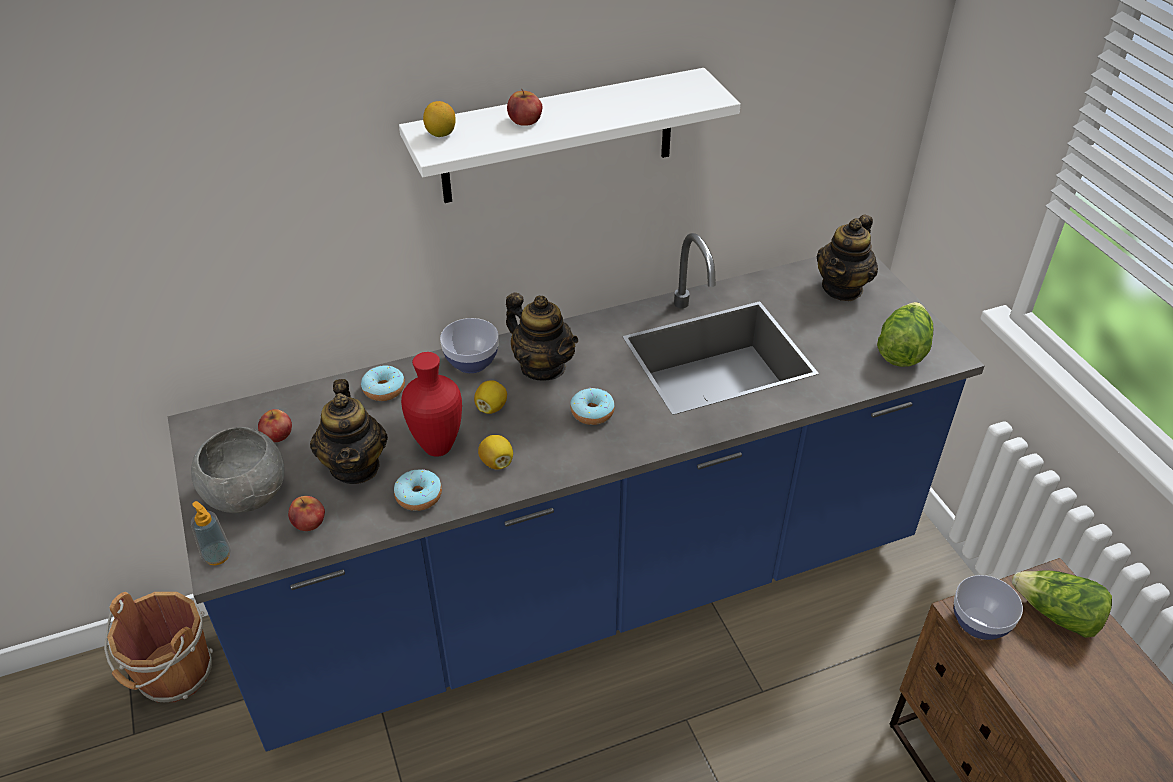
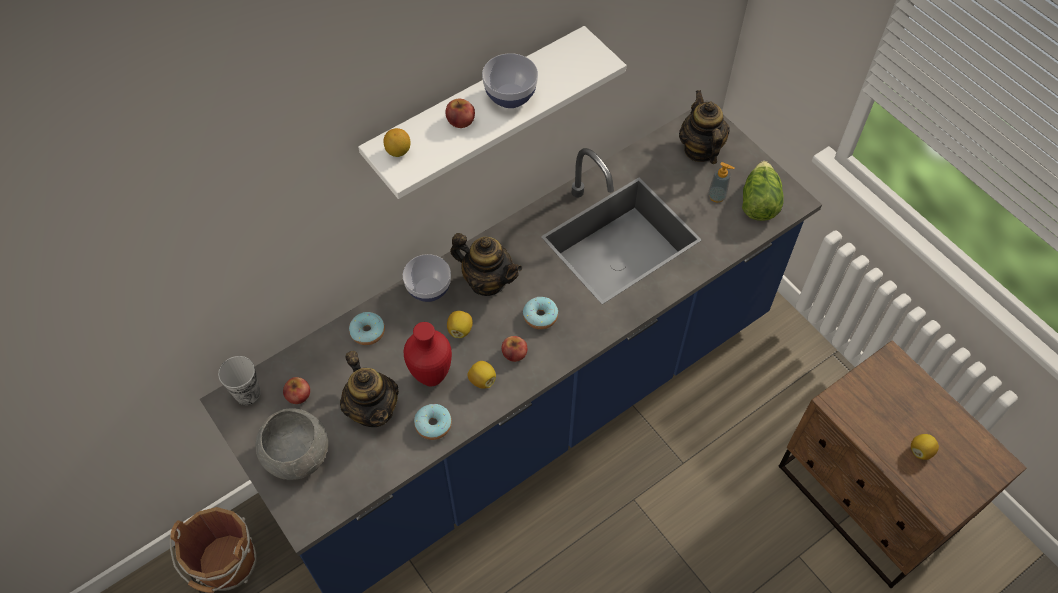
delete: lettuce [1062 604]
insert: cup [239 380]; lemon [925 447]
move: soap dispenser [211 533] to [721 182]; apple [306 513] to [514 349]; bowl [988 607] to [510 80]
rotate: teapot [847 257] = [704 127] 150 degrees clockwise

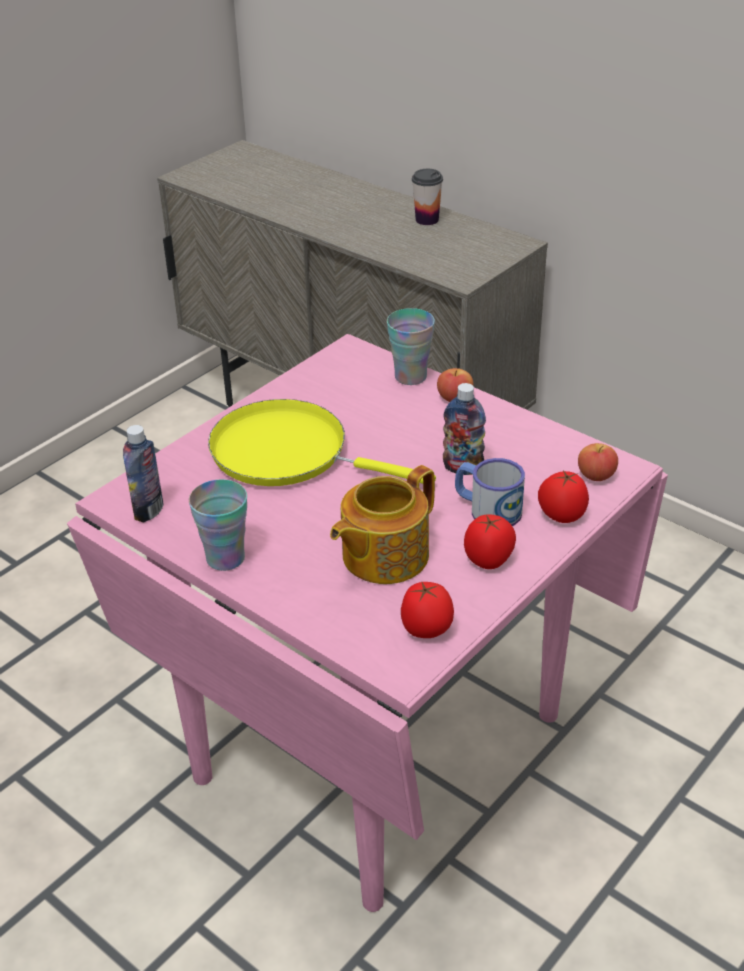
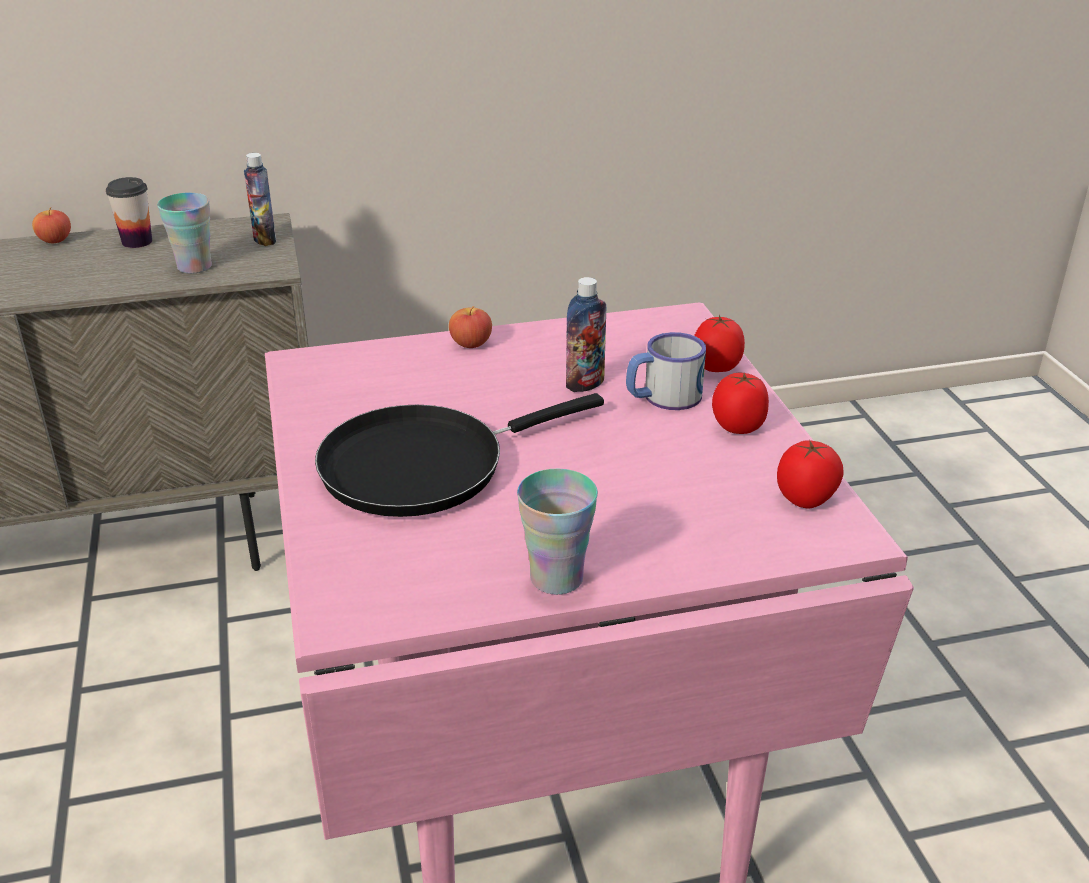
delete: teapot [382 524]
move: bottle [143 474] to [260 199]; cup [411 346] to [184 233]; apple [598 462] to [51 225]
recolor: frying pan (yellow) [322 442] to frying pan (black) [459 455]

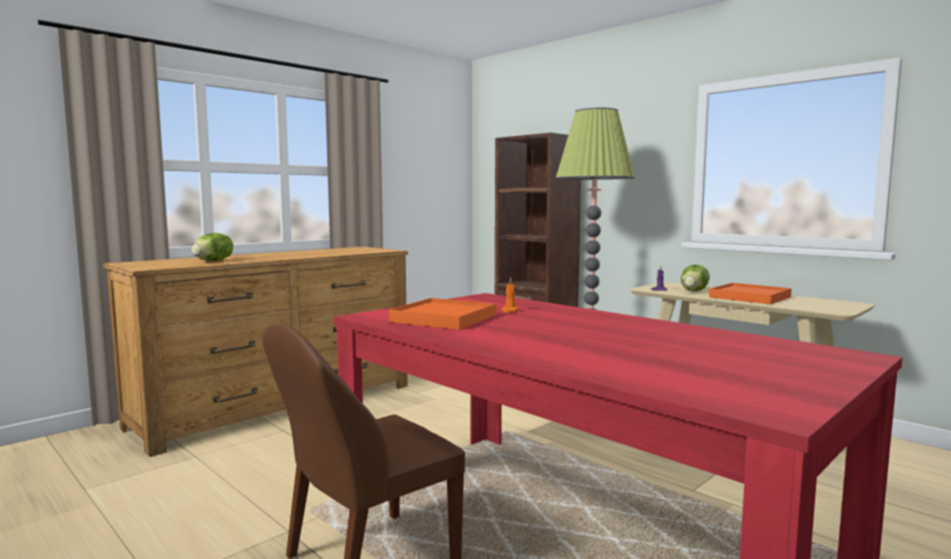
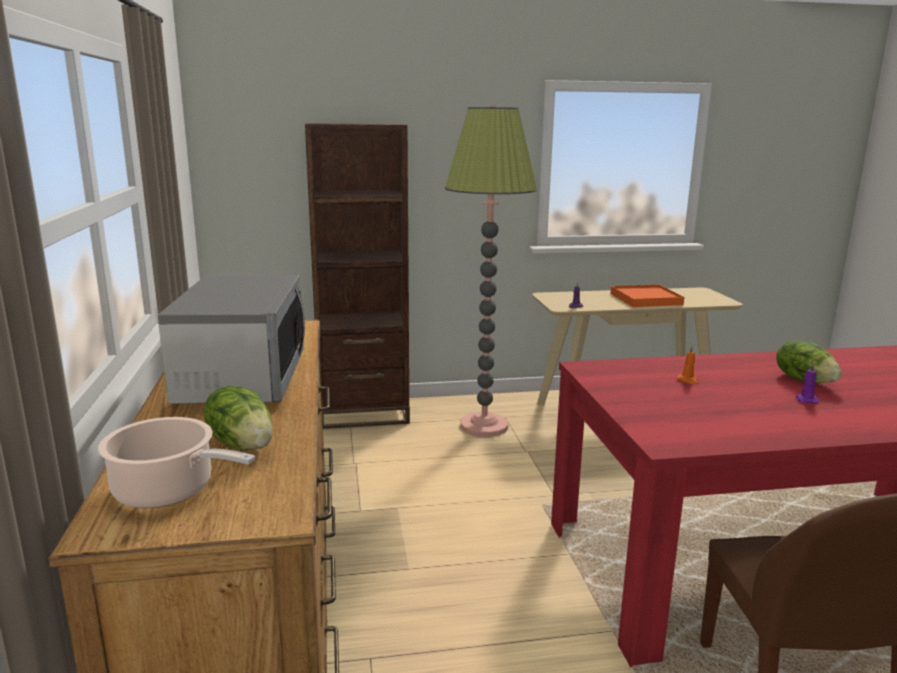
delete: tray (orange) [442 314]
insert: cooking pot [177 462]; microwave [231 339]; candle (purple) [808 383]
move: lettuce [695 277] to [809 362]

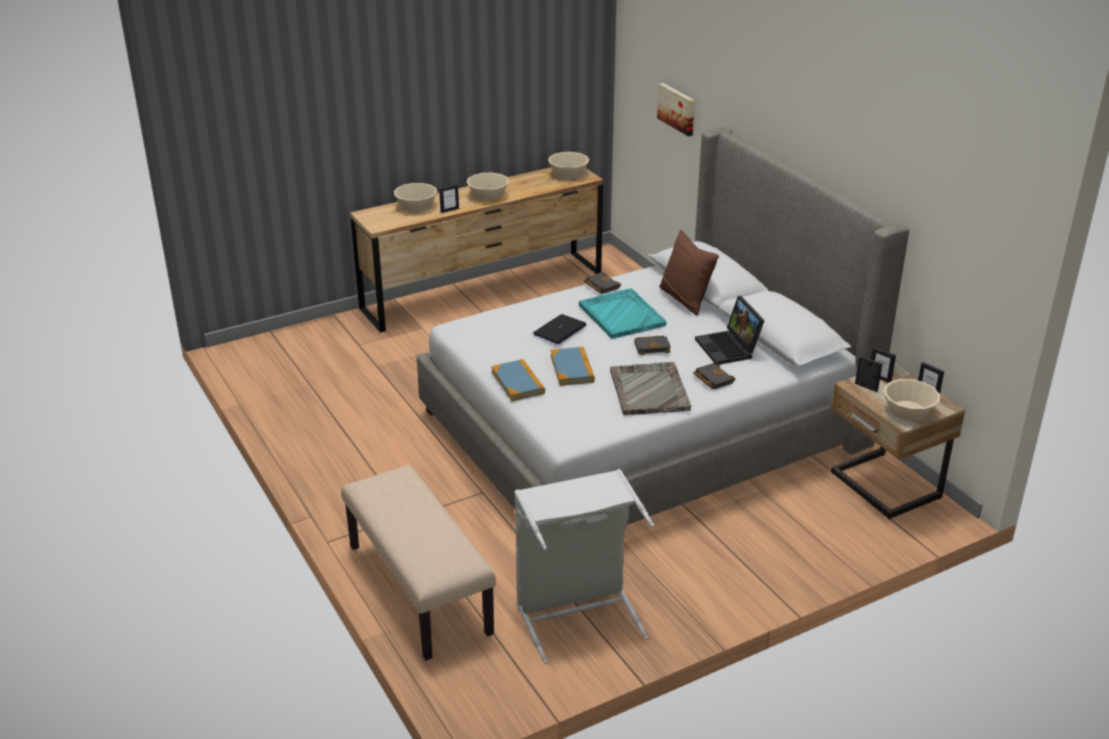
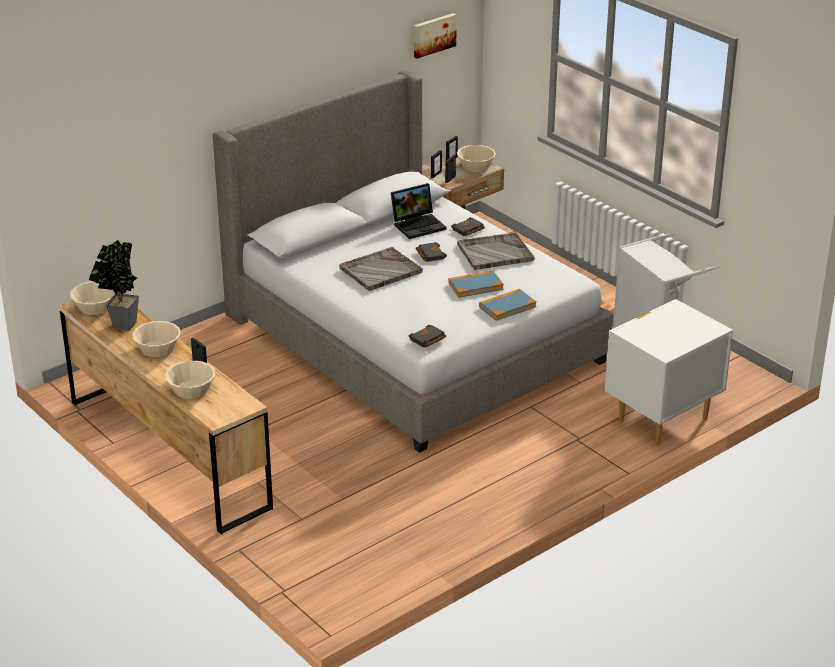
delete: laptop [559 329]; pillow (brown) [689 273]
insert: potted plant [113 285]
move: book (black) [602 283] to [427 336]; picture [676 109] to [435 36]
replace: bench (beige) [418 563] to nightstand (white) [669 372]
recolor: tray (turquoise) [623 313] to tray (grey) [381 269]

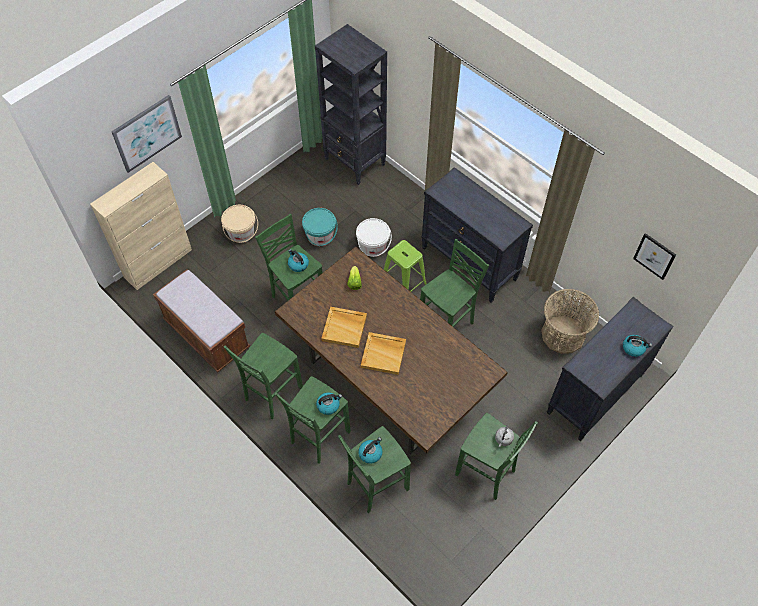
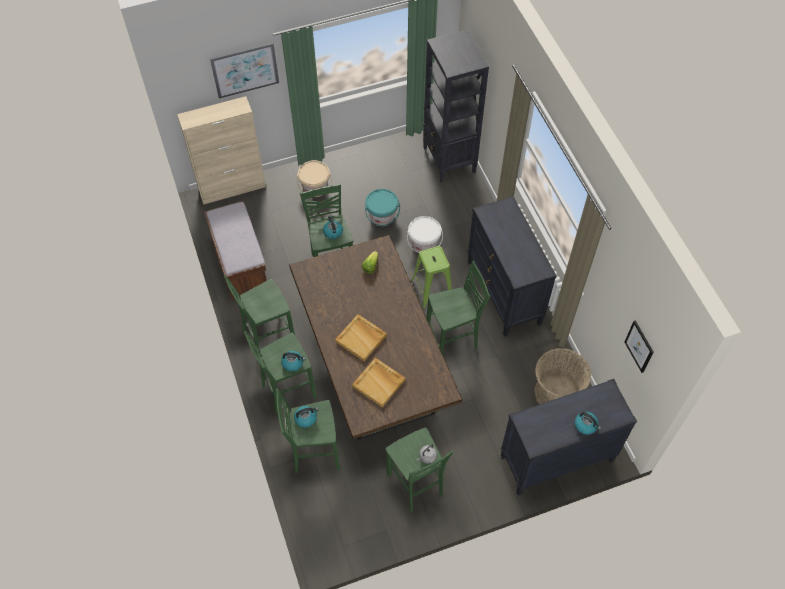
move: tray (beige) [344 327] to [378 383]

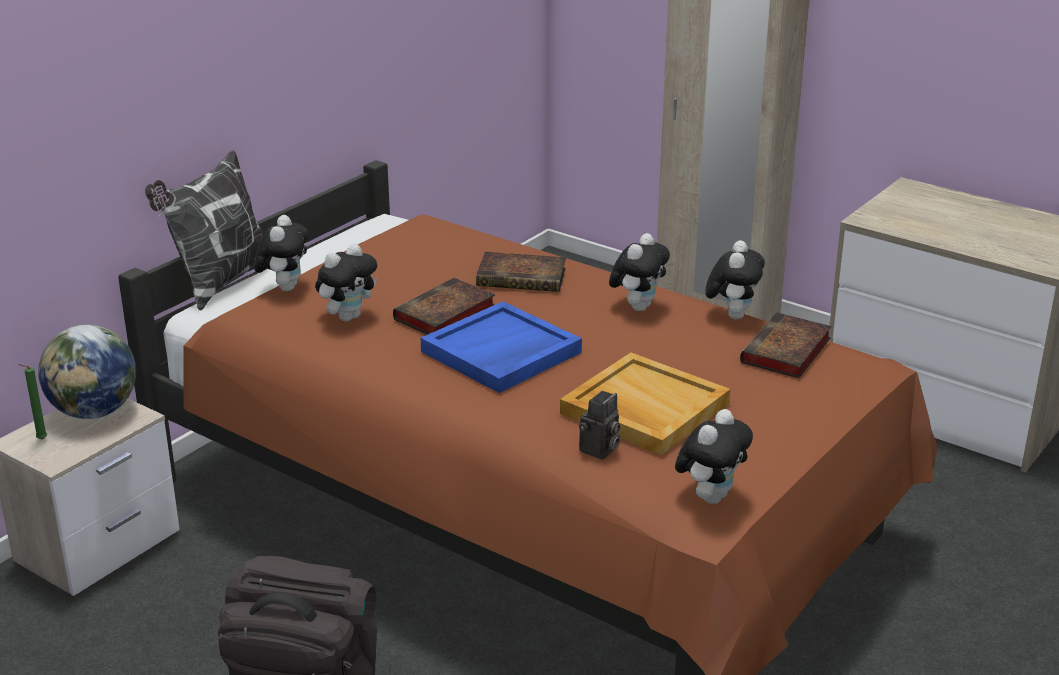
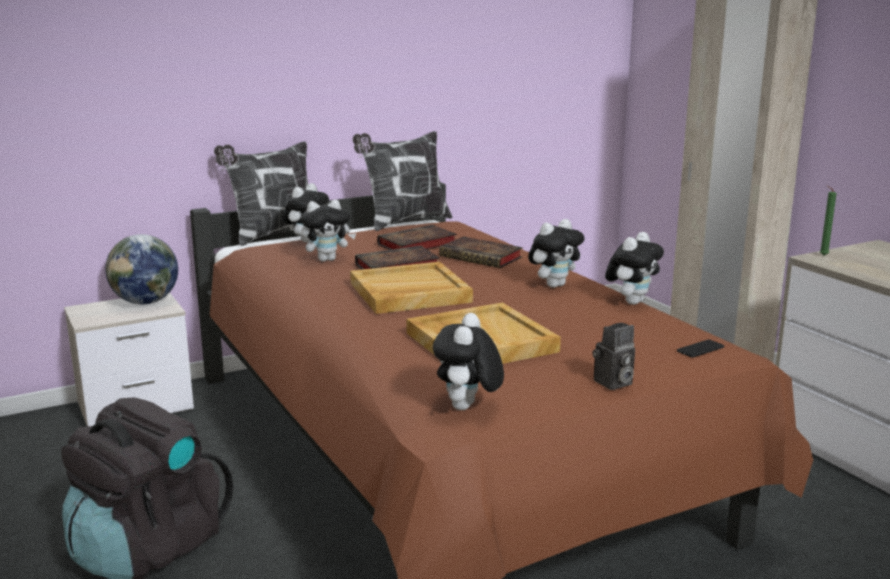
insert: pillow [403 181]; phone [700 348]
move: candle (green) [32 402] to [828 221]; photo camera [599 425] to [614 356]; book [786 345] to [417 237]
recolor: tray (blue) [501 347] to tray (beige) [411 288]
rotate: plush toy [714 456] = [468 361] 135 degrees clockwise

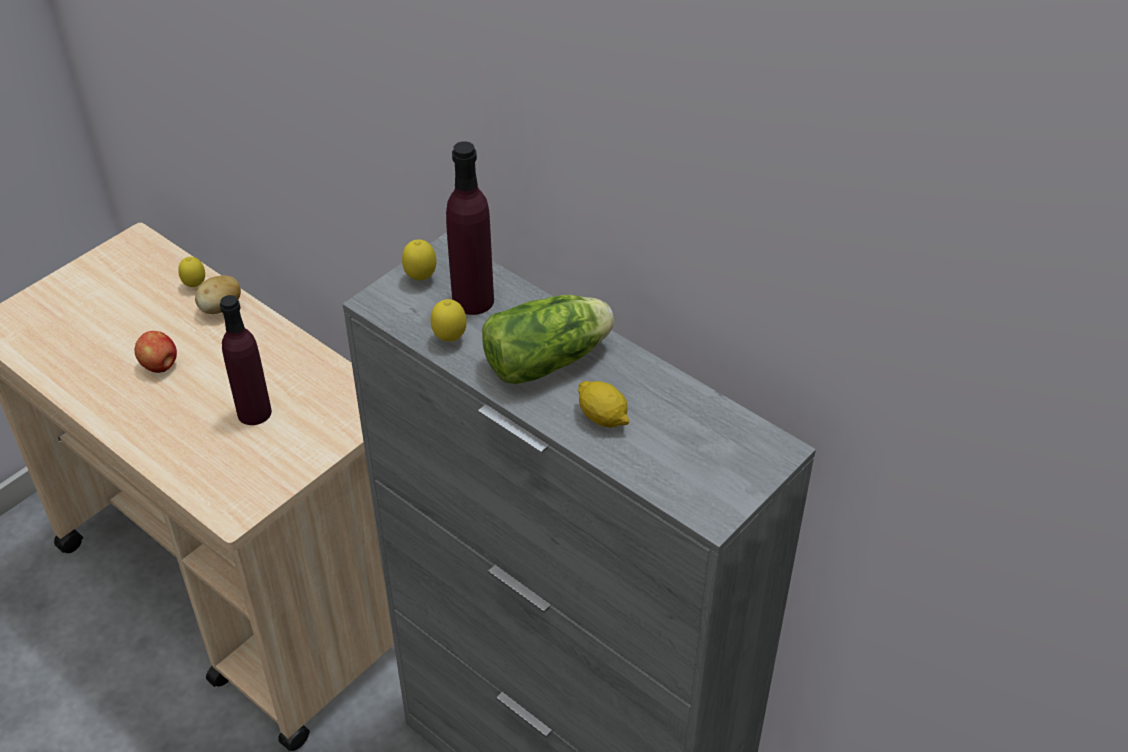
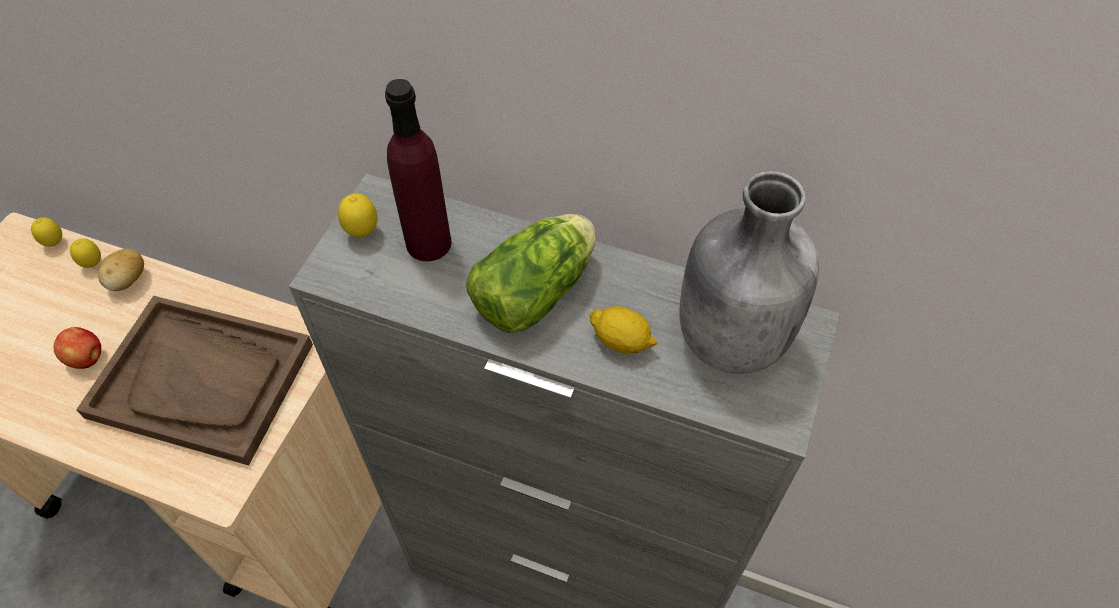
insert: bottle (grey) [749 272]
move: lemon [449 320] to [46 232]
replace: bottle (purple) [246 360] to tray (brown) [194 380]

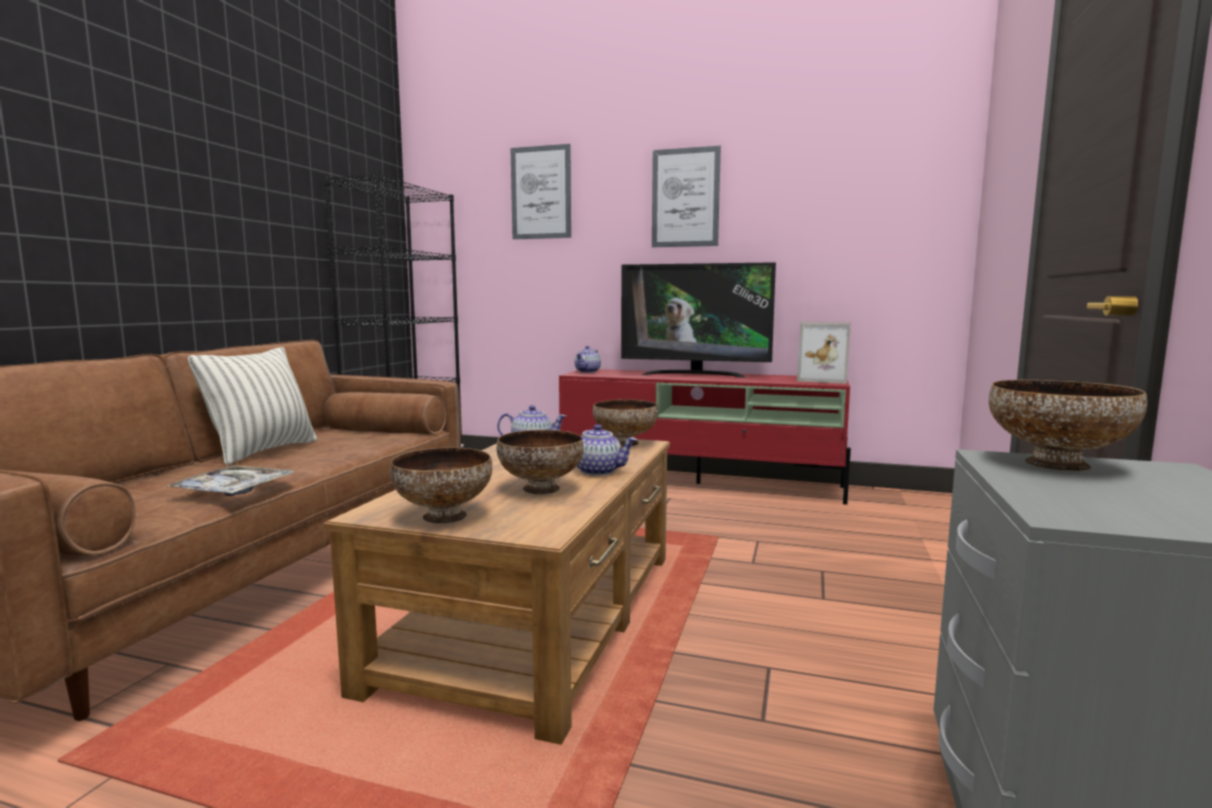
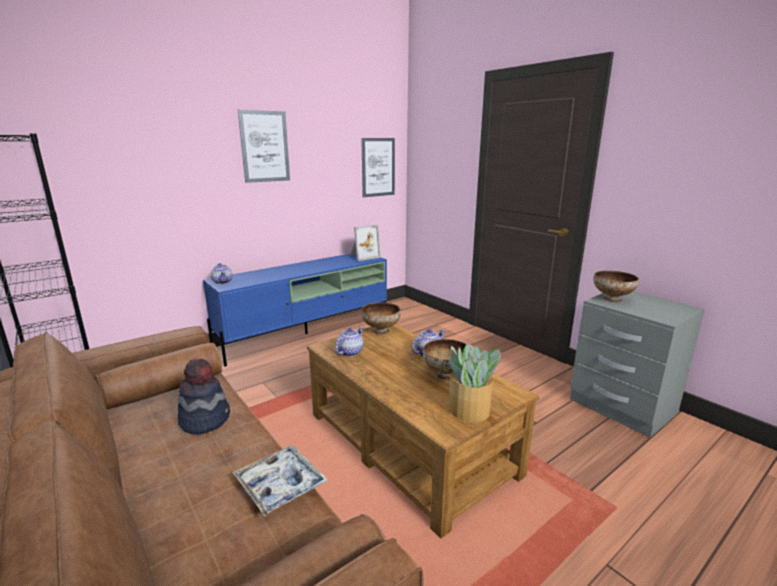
delete: pillow [252 406]; television [698 320]
insert: hat [204 396]
move: picture [540 191] to [378 167]
replace: bowl [441 486] to potted plant [475 383]
recolor: tv stand (red) [705 437] to tv stand (blue) [295 310]

